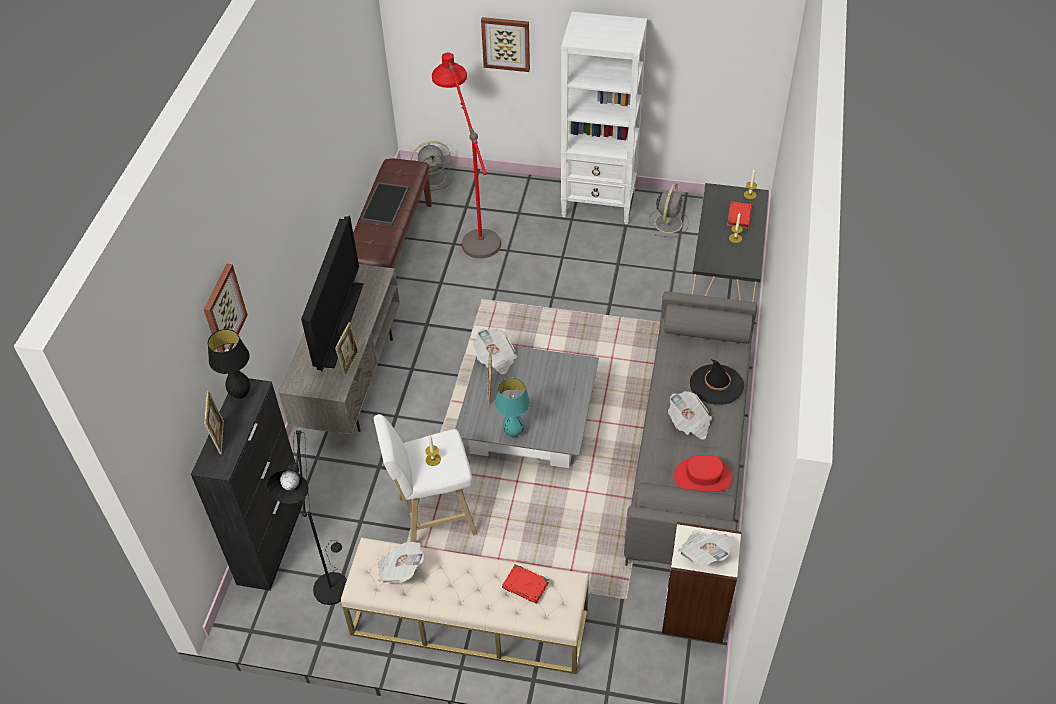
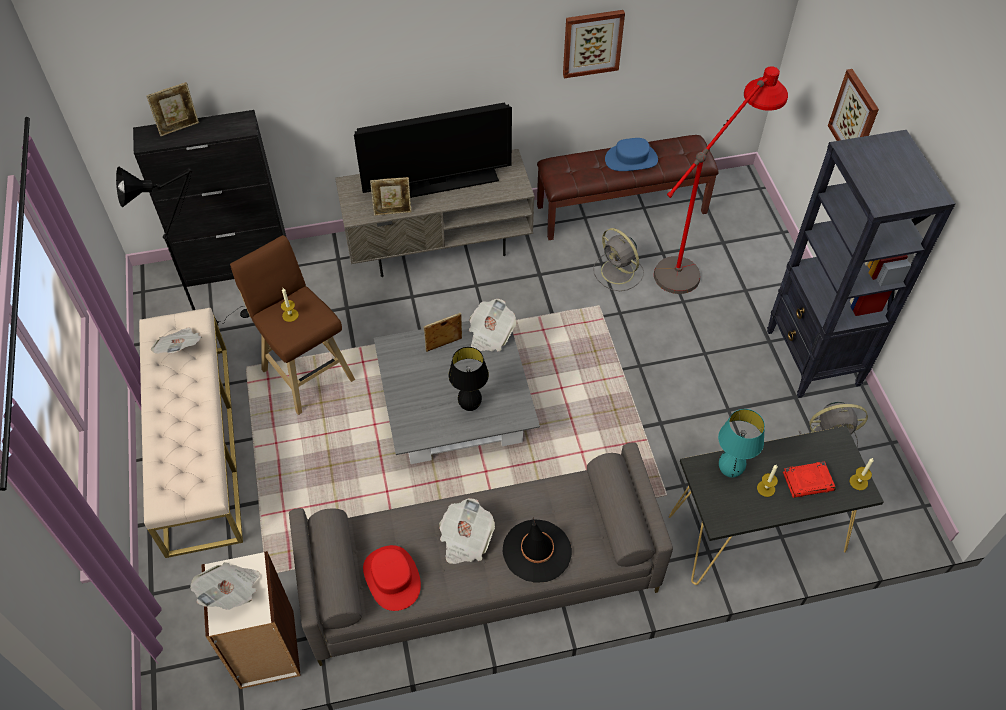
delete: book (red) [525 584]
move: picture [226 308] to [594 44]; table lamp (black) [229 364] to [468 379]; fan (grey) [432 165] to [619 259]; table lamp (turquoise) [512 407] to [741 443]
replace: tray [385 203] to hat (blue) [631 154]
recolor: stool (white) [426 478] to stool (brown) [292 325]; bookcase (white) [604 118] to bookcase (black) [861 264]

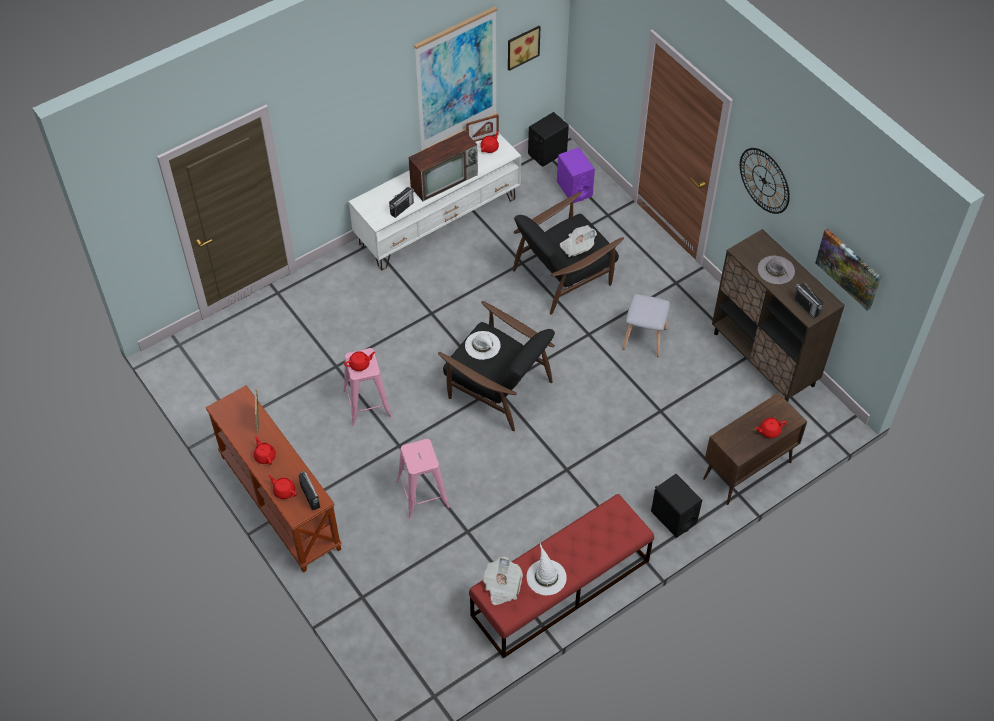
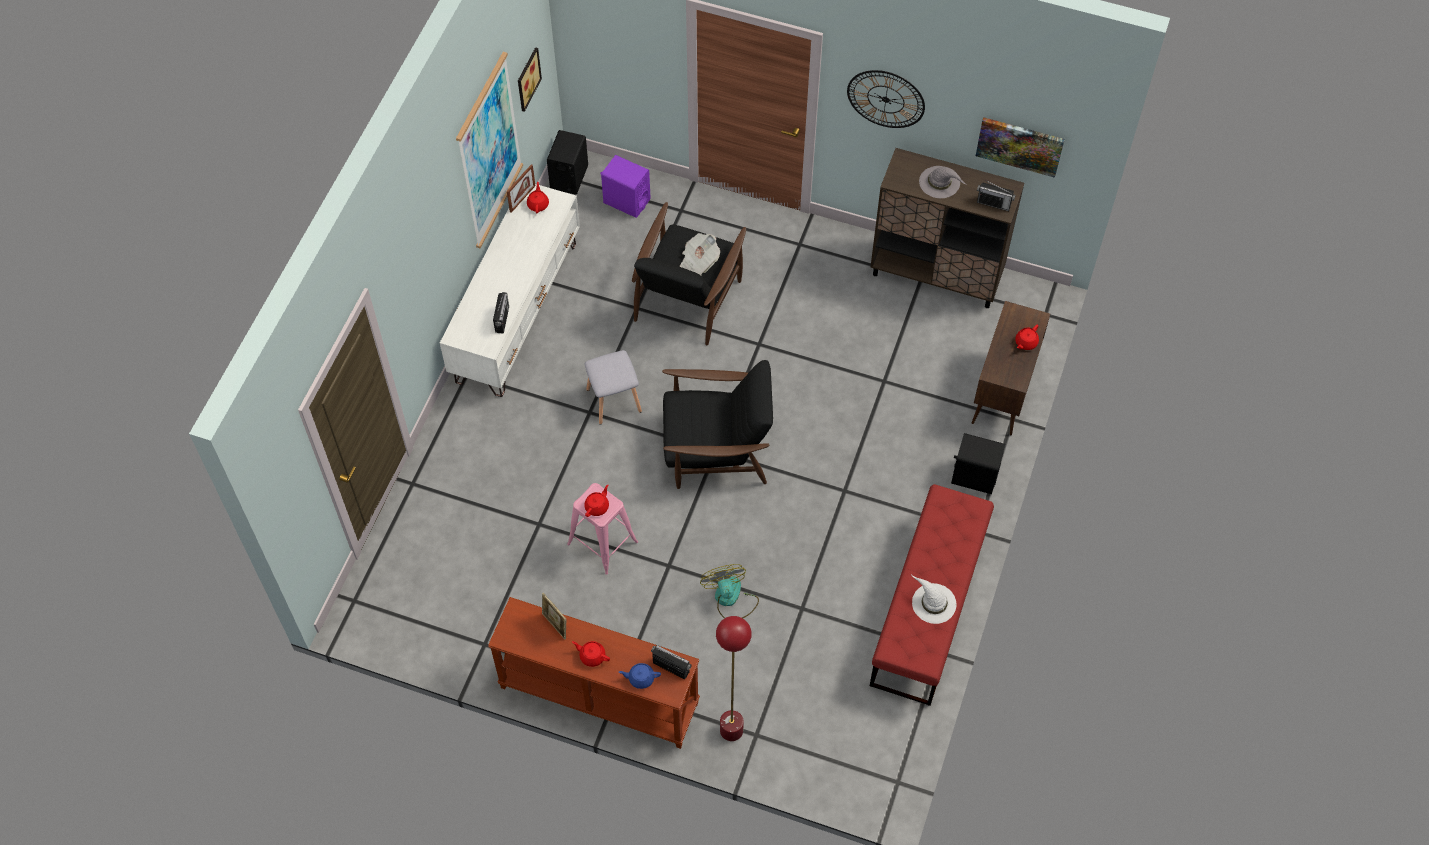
delete: television [443 166]; hat (white) [483 345]; newspaper [503 581]
insert: floor lamp (red) [733 678]
move: stool (grey) [646 325] to [613 387]
replace: stool (pink) [423 479] to fan [729 591]
recolor: teapot (red) [282 487] to teapot (blue) [640 676]

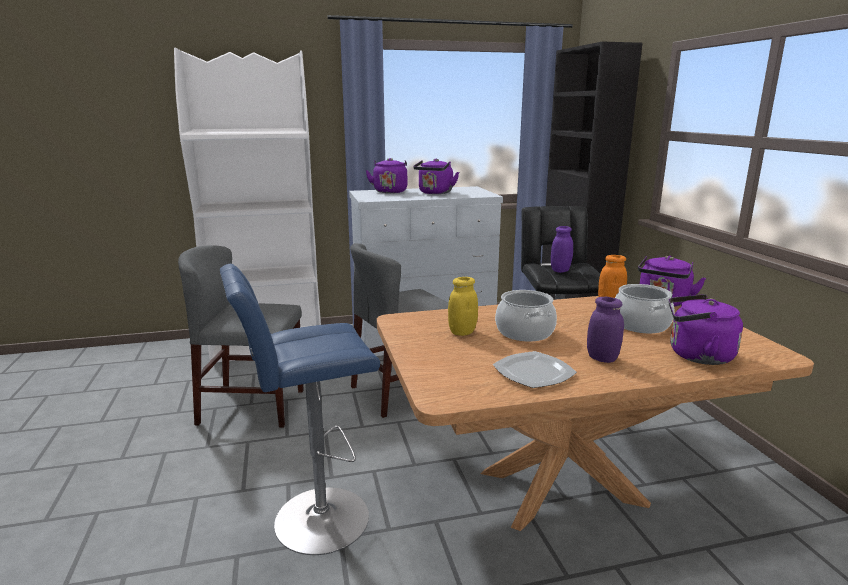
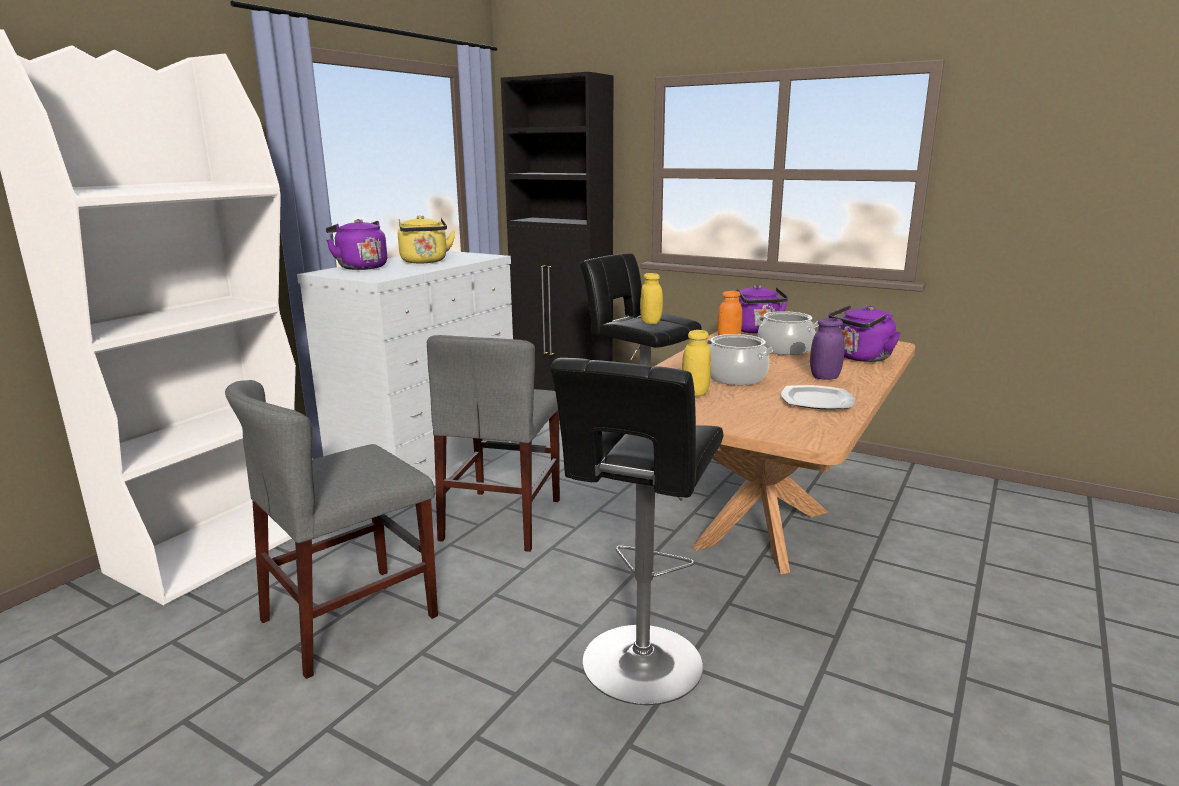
recolor: stool (blue) [300 409] to stool (black) [636 531]; kettle (purple) [436 176] to kettle (yellow) [426 239]; jar (purple) [562 249] to jar (yellow) [651 298]

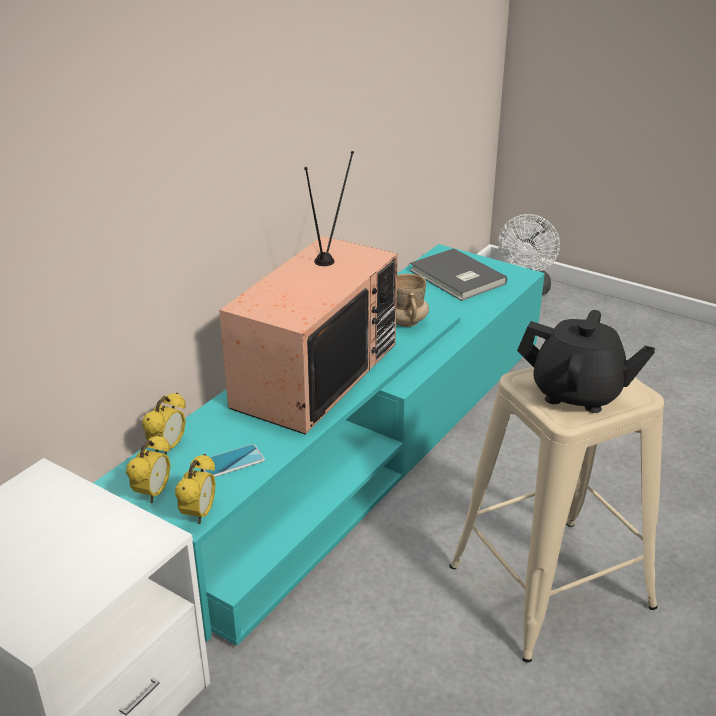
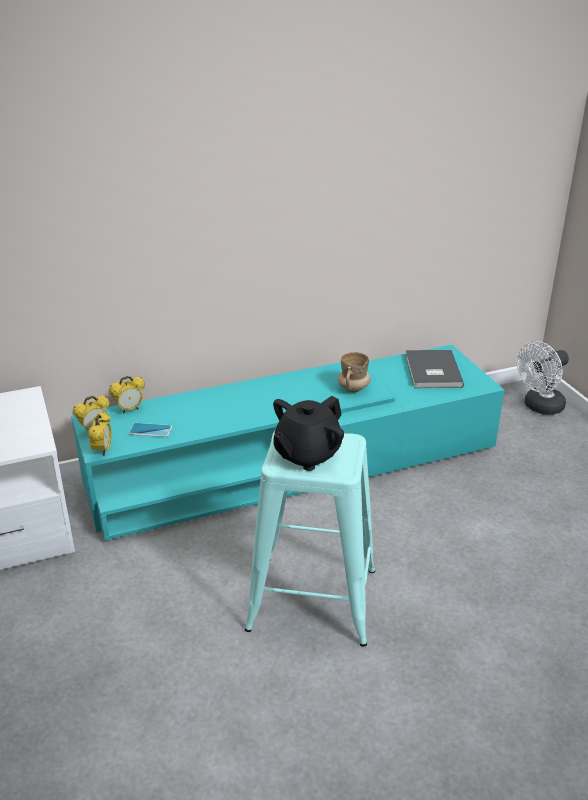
delete: television [308 293]
recolor: stool (beige) [556 514] to stool (turquoise) [310 539]
rotate: alarm clock [195 489] = [99 433] 45 degrees counterclockwise; teapot (black) [586 361] = [308 433] 75 degrees clockwise

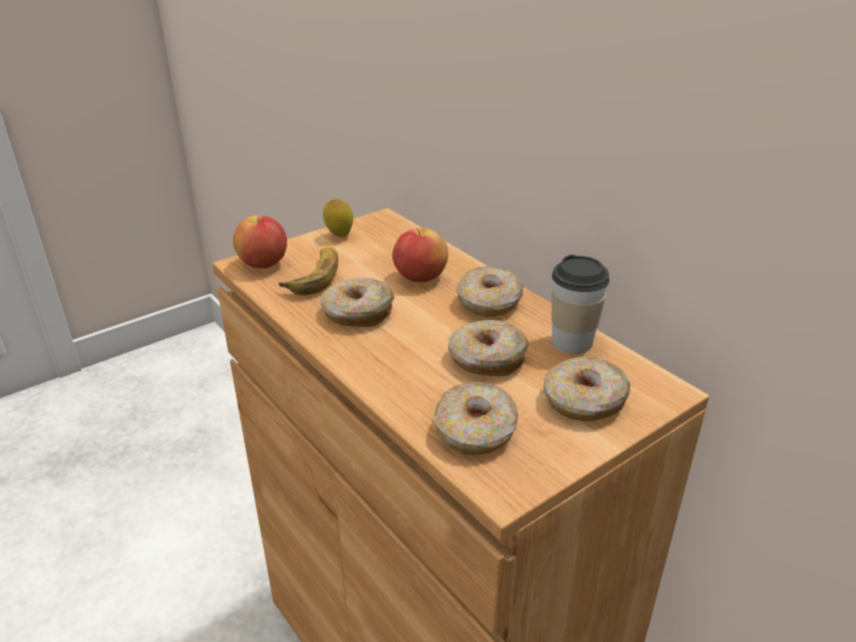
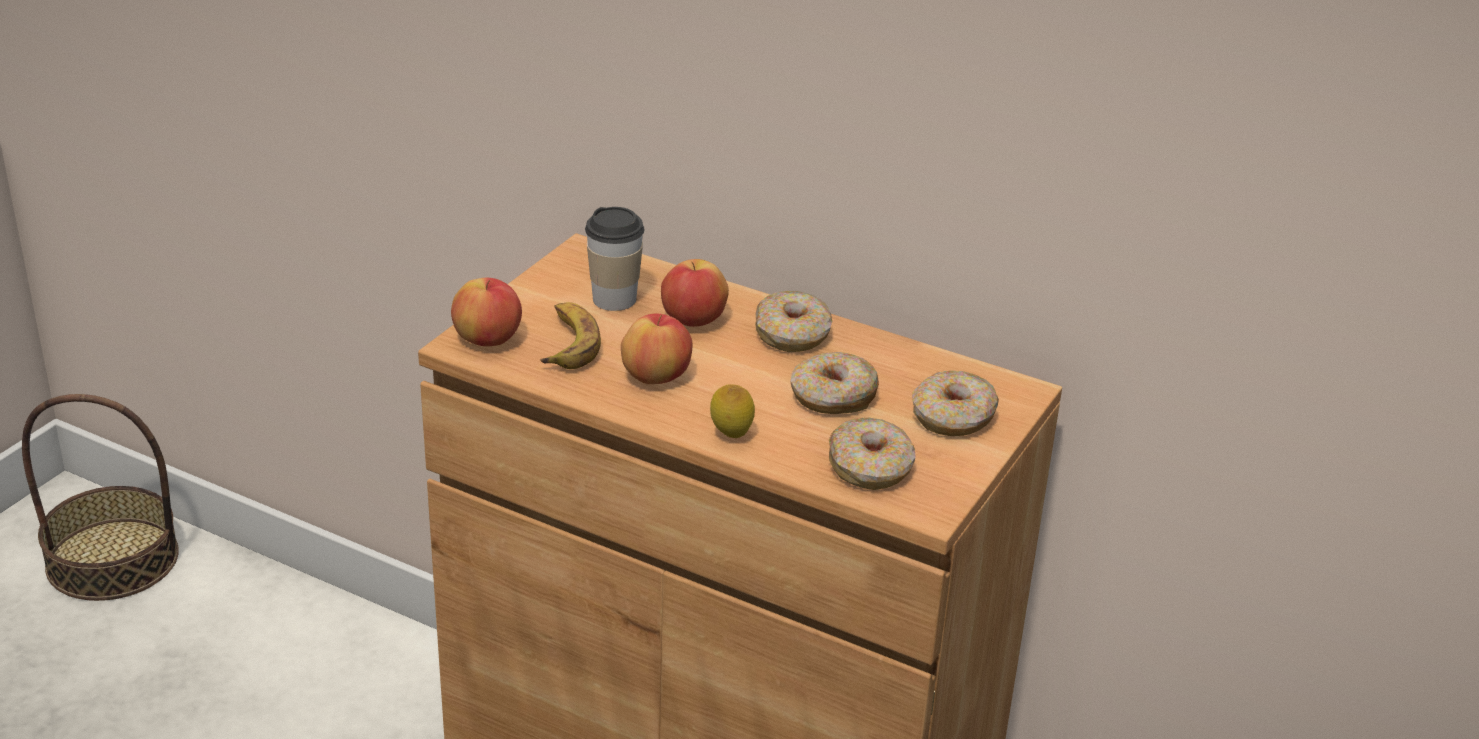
insert: basket [100 497]
move: lemon [338 218] to [732 411]; cup [581 304] to [614 259]
replace: donut [357 302] to apple [657 349]

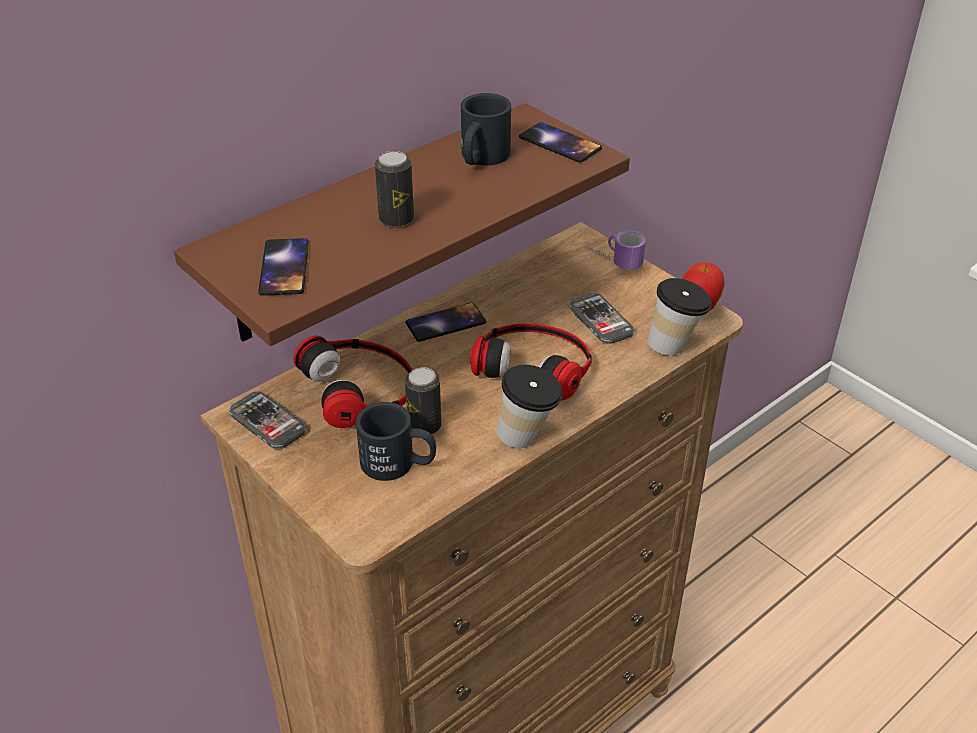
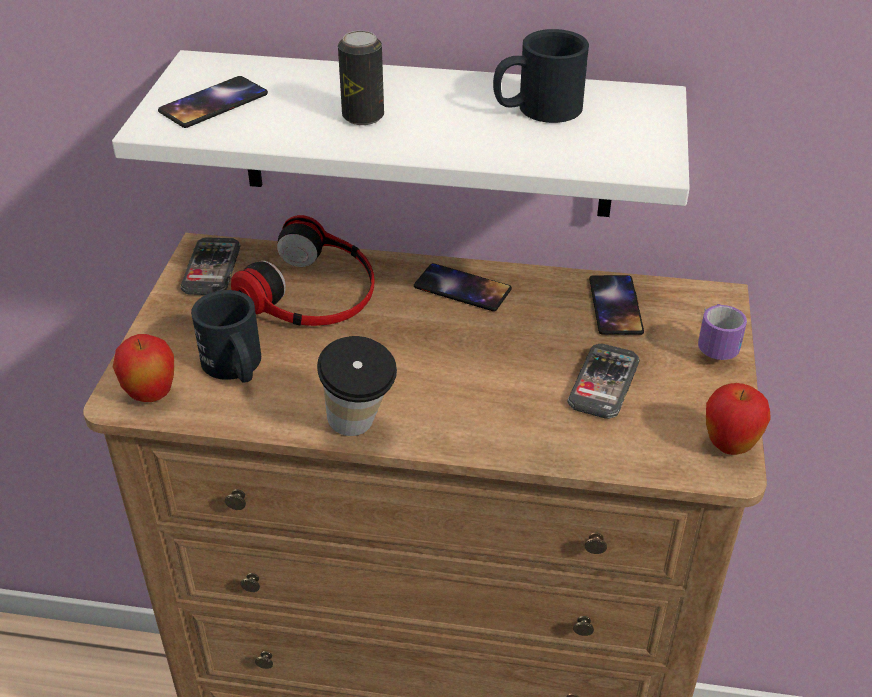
delete: can [423 400]; headphones [531 362]; cup [680 317]
insert: apple [143 368]
move: phone [560 142] to [616 305]
recolor: shelf (brown) [402 224] to shelf (white) [401 133]

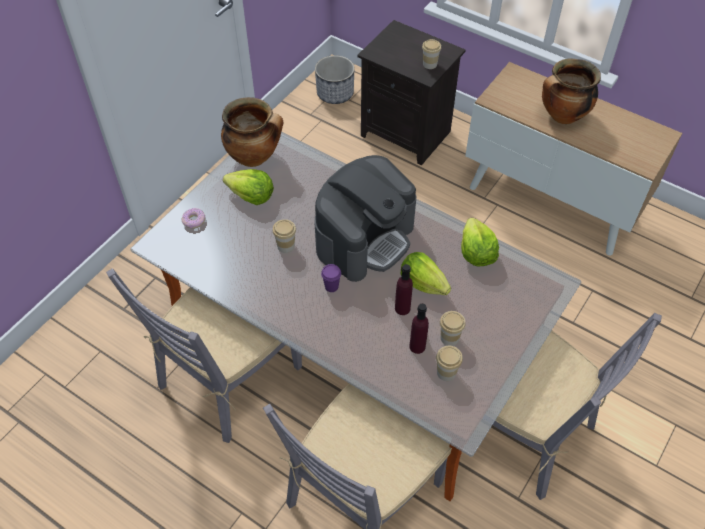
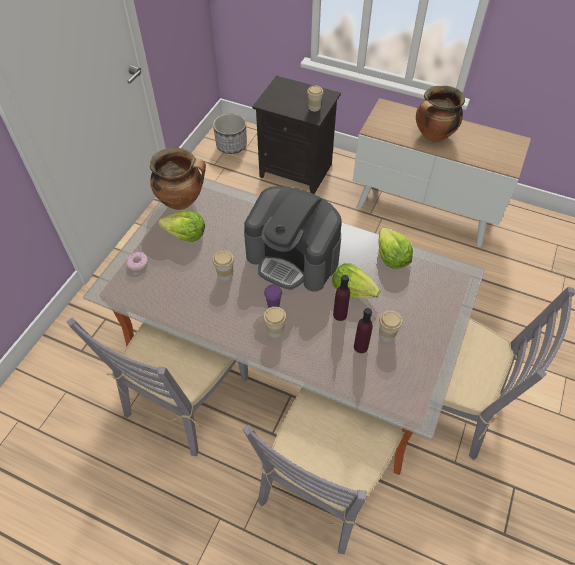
move: cup [449 363] to [275 322]
rotate: coffee machine [366 218] = [293 239] 90 degrees clockwise

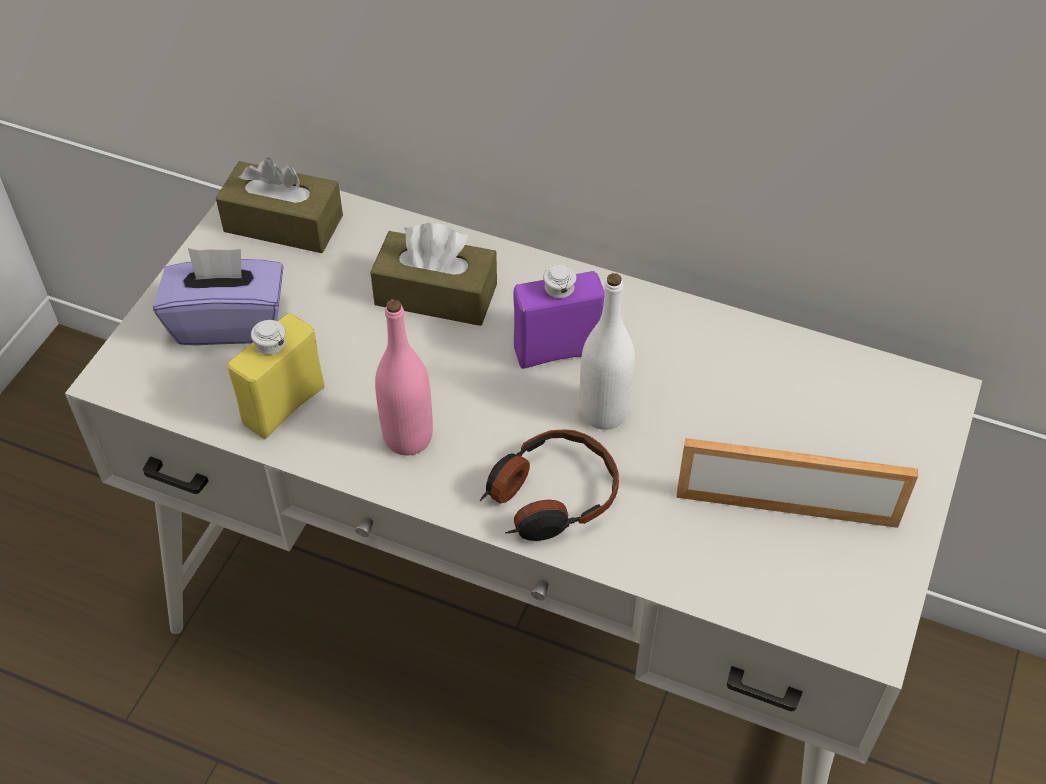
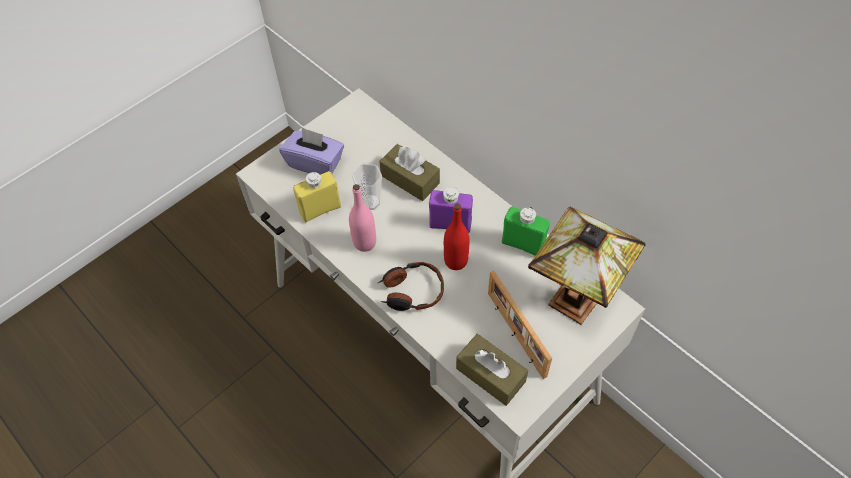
insert: cup [366 187]; bottle (green) [526 231]; table lamp [587 266]
move: tissue box (brown) [279 205] to [492 370]
recolor: bottle (white) [607 351] to bottle (red) [456 236]
rotate: picture frame [797 483] = [520 325] 150 degrees counterclockwise

